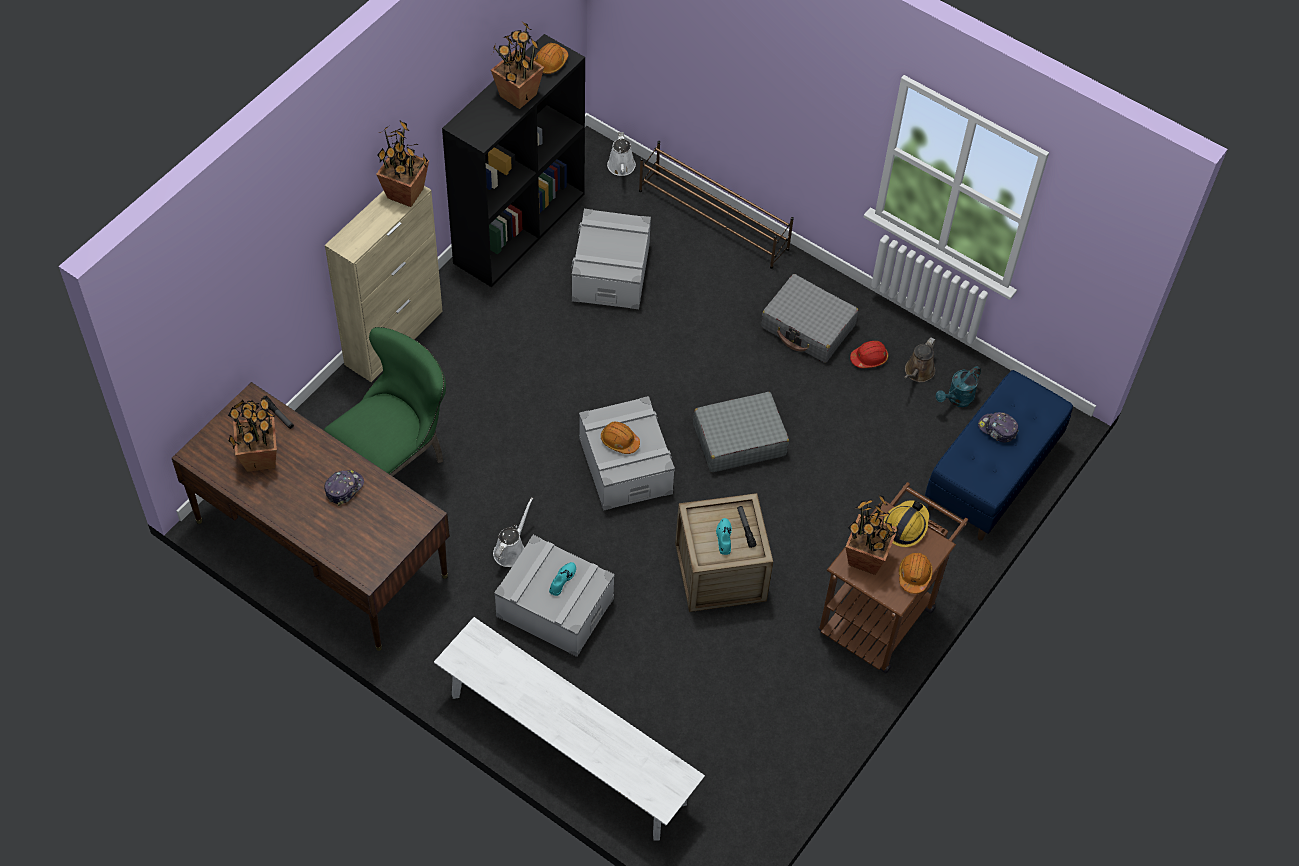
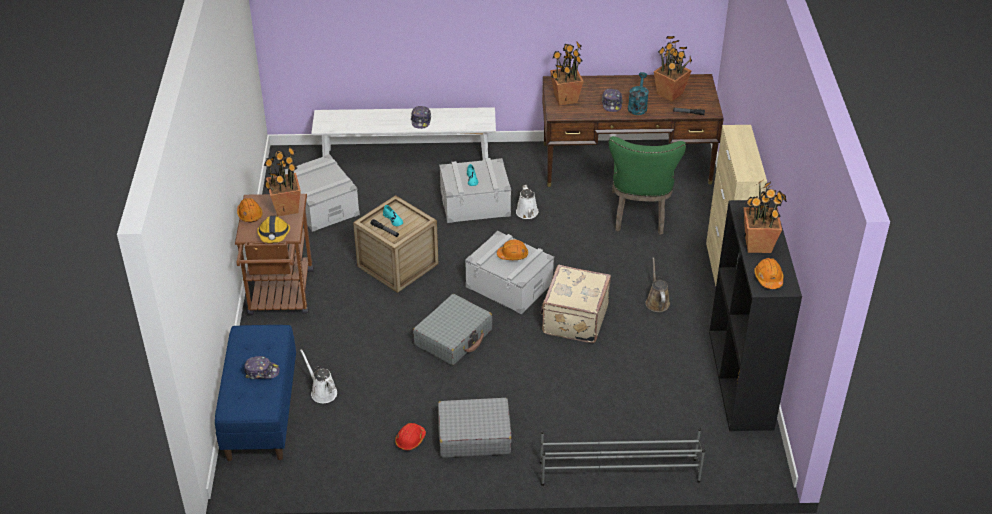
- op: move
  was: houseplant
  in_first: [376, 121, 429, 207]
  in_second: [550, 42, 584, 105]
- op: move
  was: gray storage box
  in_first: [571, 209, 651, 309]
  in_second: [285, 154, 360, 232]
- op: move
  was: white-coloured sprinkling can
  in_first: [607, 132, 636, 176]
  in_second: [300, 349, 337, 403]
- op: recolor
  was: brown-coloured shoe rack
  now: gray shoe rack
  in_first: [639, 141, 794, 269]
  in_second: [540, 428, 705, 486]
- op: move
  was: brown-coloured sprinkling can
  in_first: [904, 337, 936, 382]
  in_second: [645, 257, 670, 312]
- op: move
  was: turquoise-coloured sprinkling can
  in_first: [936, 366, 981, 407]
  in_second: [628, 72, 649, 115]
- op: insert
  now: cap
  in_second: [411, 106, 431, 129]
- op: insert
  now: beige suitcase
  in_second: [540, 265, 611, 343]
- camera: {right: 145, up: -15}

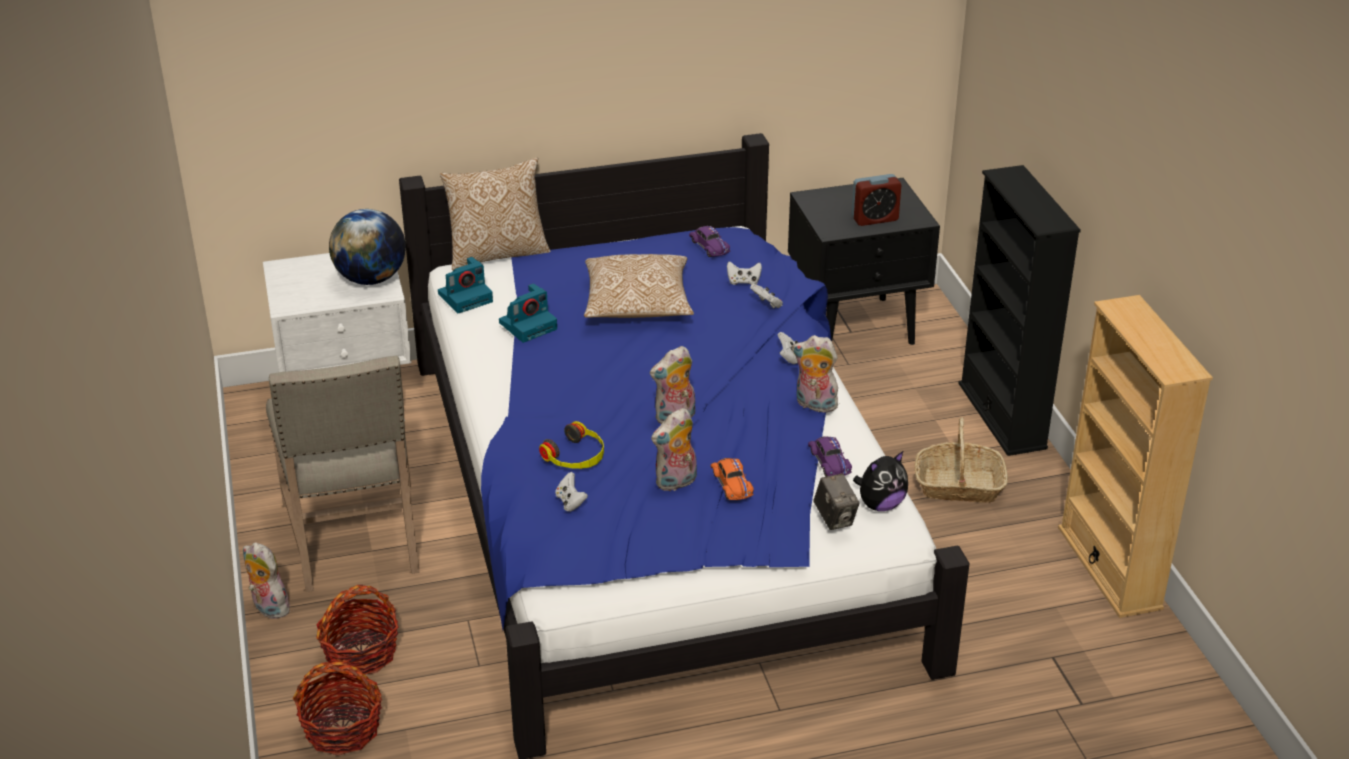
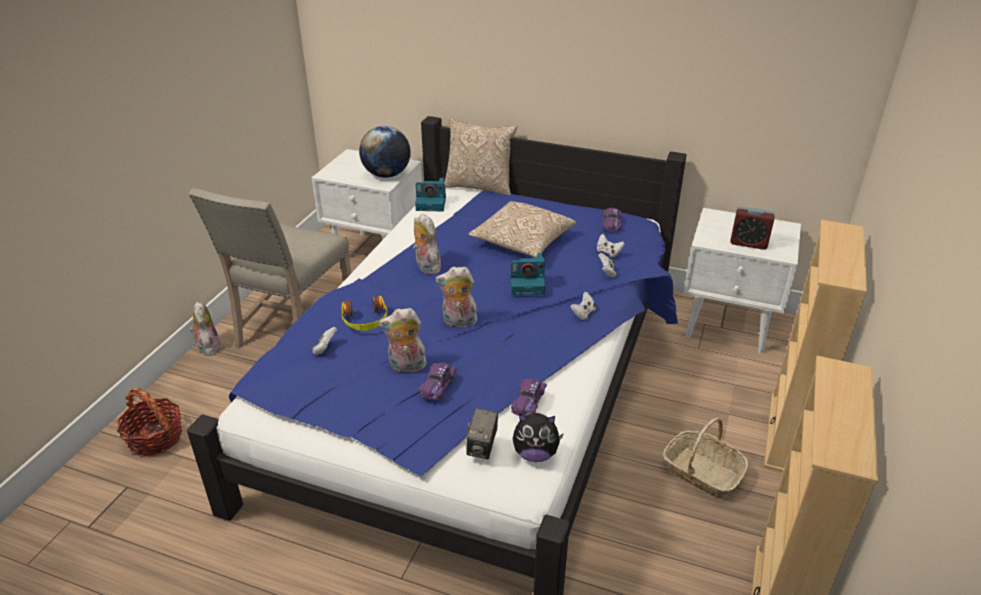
- op: delete
  was: storage basket
  in_first: [316, 585, 398, 677]
- op: move
  was: still camera
  in_first: [499, 284, 557, 343]
  in_second: [510, 253, 546, 295]
- op: recolor
  was: orange-coloured miniature car
  now: purplish miniature car
  in_first: [711, 458, 754, 500]
  in_second: [419, 363, 457, 400]
- op: recolor
  was: black-coloured nightstand
  now: white-coloured nightstand
  in_first: [788, 178, 940, 345]
  in_second: [683, 208, 801, 354]
- op: move
  was: soft toy
  in_first: [792, 335, 840, 413]
  in_second: [413, 213, 441, 275]
- op: recolor
  was: black-coloured bookcase
  now: beige bookcase
  in_first: [958, 165, 1081, 456]
  in_second: [764, 220, 867, 472]
- camera: {right: 35, up: 0}

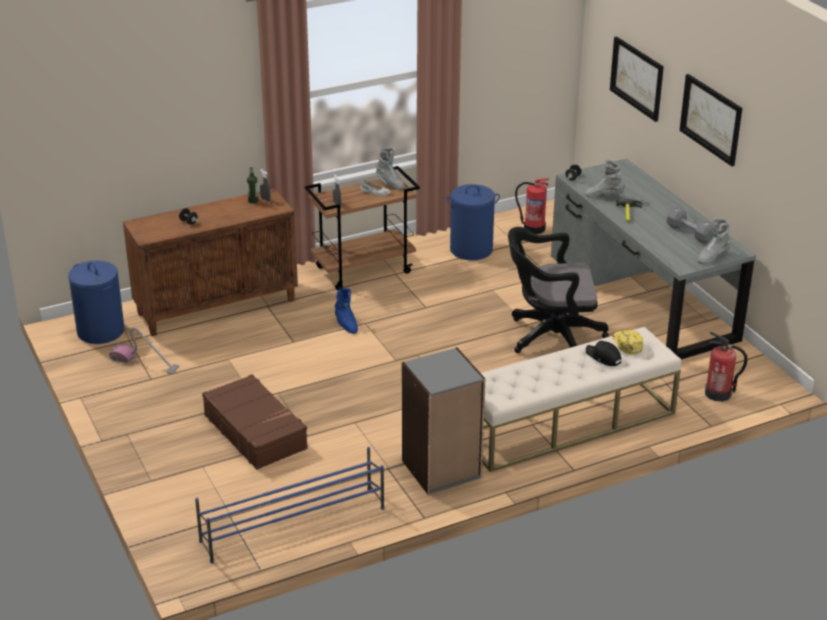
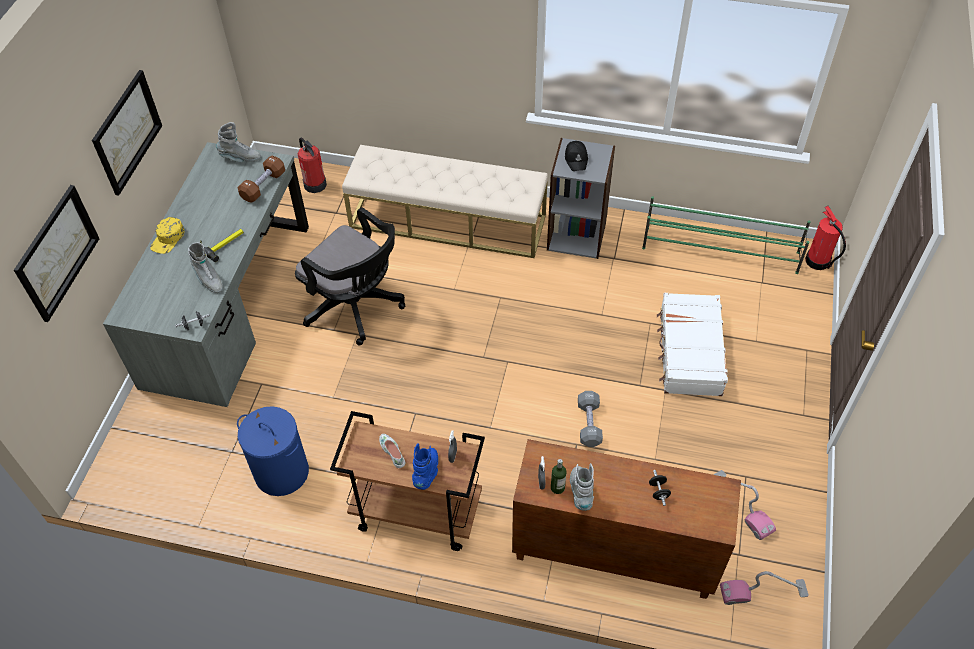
- op: replace
  was: blue hamper
  now: vacuum
  in_first: [68, 261, 124, 344]
  in_second: [720, 571, 809, 605]
- op: recolor
  was: blue shoe rack
  now: greenish shoe rack
  in_first: [195, 447, 384, 564]
  in_second: [642, 196, 811, 274]
- op: recolor
  was: brown-coloured suitcase
  now: white-coloured suitcase
  in_first: [202, 374, 308, 470]
  in_second: [657, 293, 728, 396]
- op: move
  was: blue tall boot
  in_first: [335, 288, 358, 334]
  in_second: [412, 443, 438, 490]
- op: move
  was: gray tall boot
  in_first: [376, 147, 405, 190]
  in_second: [570, 463, 594, 511]
- op: move
  was: extinguisher
  in_first: [515, 178, 549, 234]
  in_second: [805, 206, 846, 270]
- op: move
  was: black-coloured cap
  in_first: [586, 341, 621, 366]
  in_second: [565, 141, 588, 171]
- op: move
  was: yellow cap
  in_first: [612, 330, 643, 354]
  in_second: [150, 217, 184, 254]
- op: move
  was: gray hand weight
  in_first: [667, 207, 713, 244]
  in_second: [578, 391, 603, 447]
- op: insert
  now: brown-coloured hand weight
  in_second: [237, 156, 285, 203]
- camera: {right: -140, up: 20}

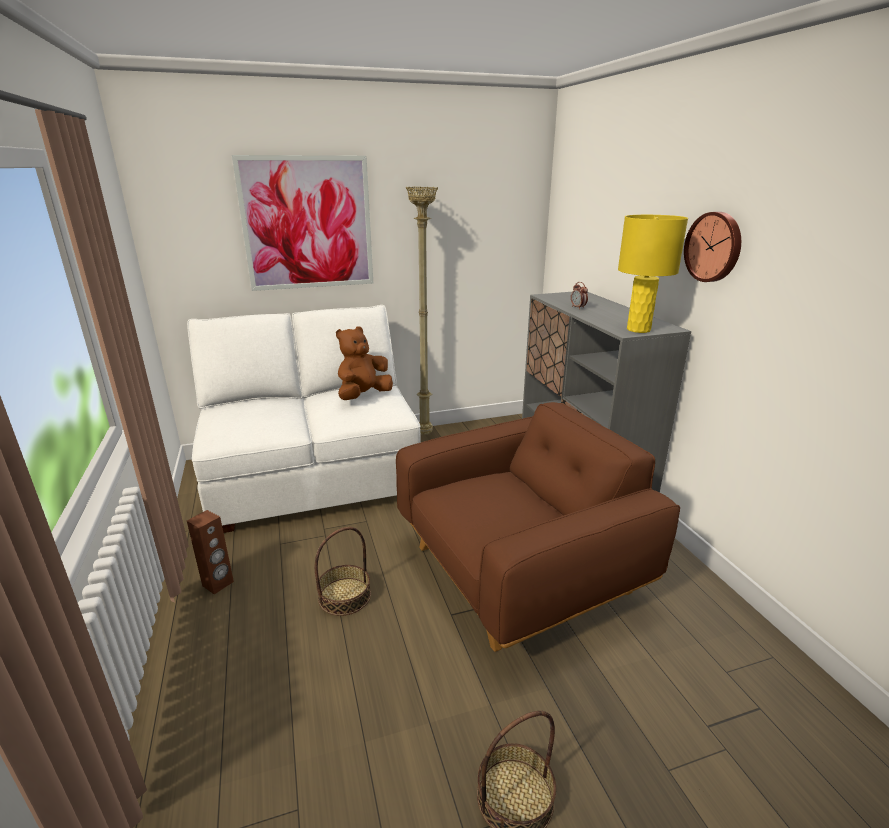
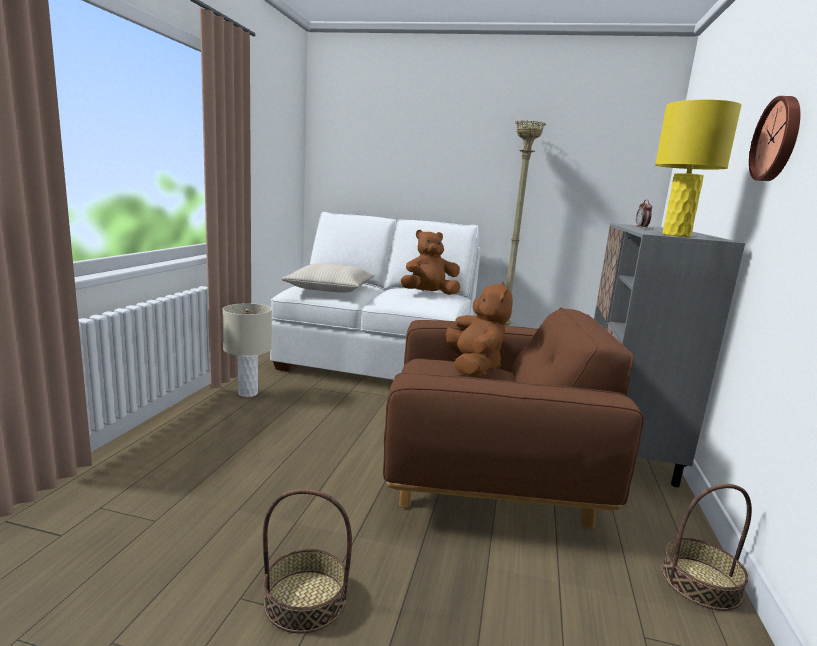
- op: replace
  was: brown-coloured loudspeaker
  now: beige table lamp
  in_first: [187, 510, 234, 595]
  in_second: [223, 303, 272, 397]
- op: delete
  was: wall picture
  in_first: [232, 155, 373, 291]
- op: move
  was: storage basket
  in_first: [315, 527, 371, 616]
  in_second: [662, 484, 752, 611]
- op: insert
  now: beige pillow
  in_second: [281, 263, 375, 293]
- op: insert
  now: brown-coloured soft toy
  in_second: [446, 282, 513, 377]
- camera: {right: 30, up: -10}

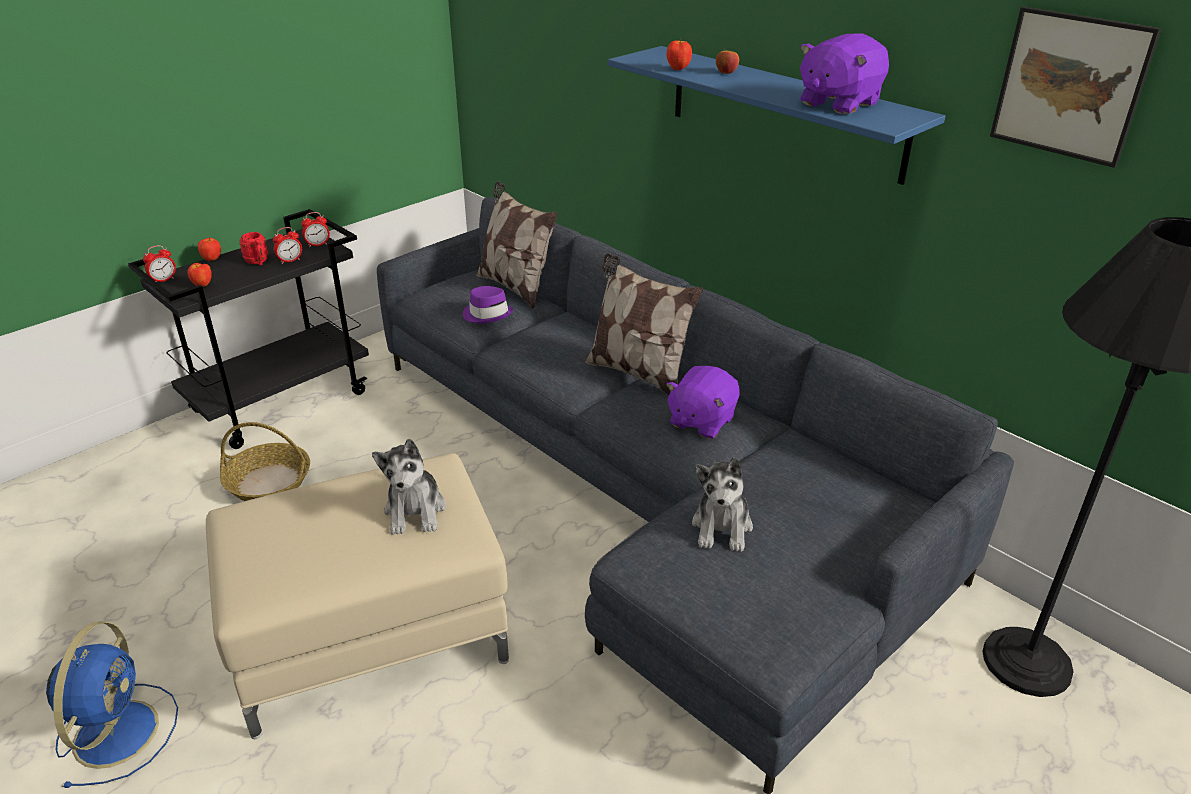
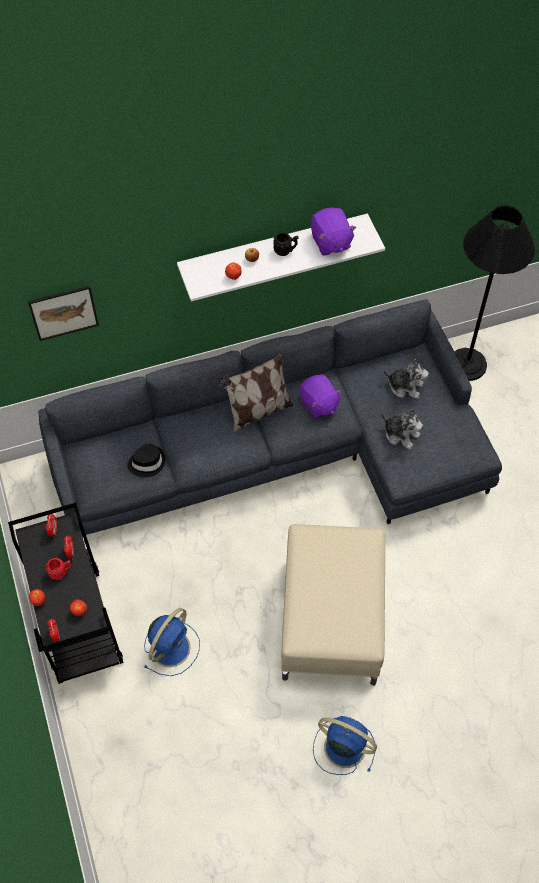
- op: replace
  was: storage basket
  now: blue fan
  in_first: [220, 422, 310, 501]
  in_second: [143, 608, 200, 676]
- op: move
  was: soft toy
  in_first: [372, 439, 446, 535]
  in_second: [383, 359, 429, 399]
- op: recolor
  was: purplish hat
  now: black-coloured hat
  in_first: [463, 286, 513, 324]
  in_second: [127, 443, 166, 477]
- op: delete
  was: pillow
  in_first: [477, 181, 557, 310]
- op: recolor
  was: blue wall shelf
  now: white-coloured wall shelf
  in_first: [608, 46, 946, 185]
  in_second: [177, 213, 385, 301]
- op: move
  was: wall picture
  in_first: [990, 6, 1161, 168]
  in_second: [28, 285, 99, 341]
- op: insert
  now: black-coloured mug
  in_second: [273, 232, 299, 256]
- camera: {right: -65, up: 25}

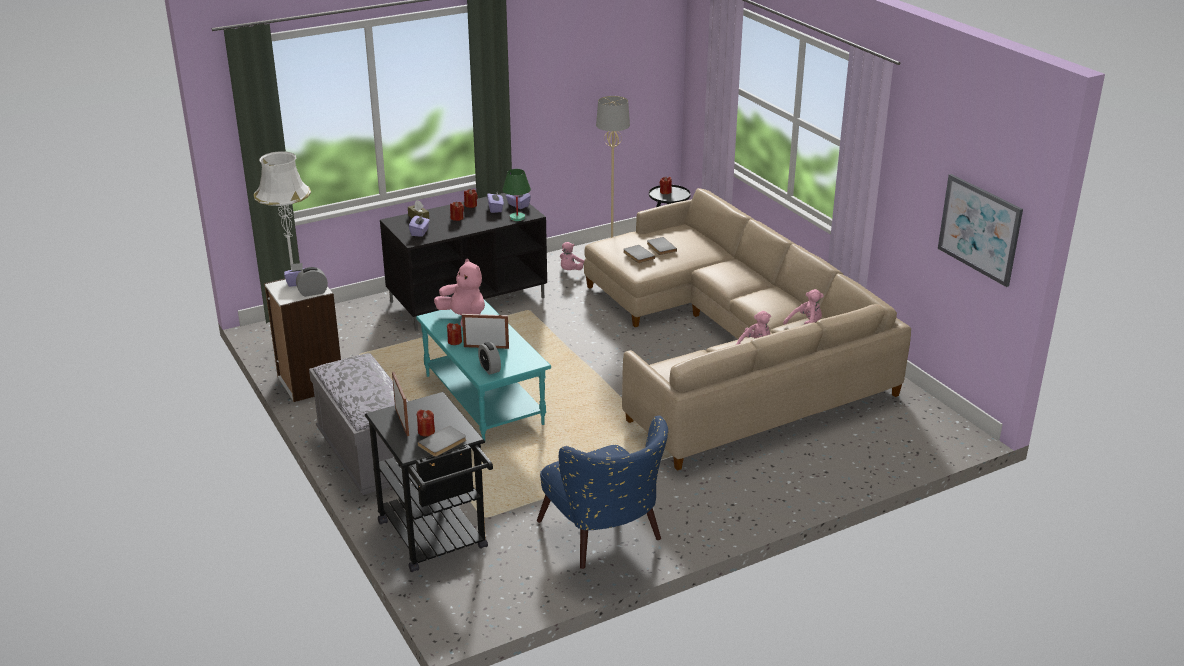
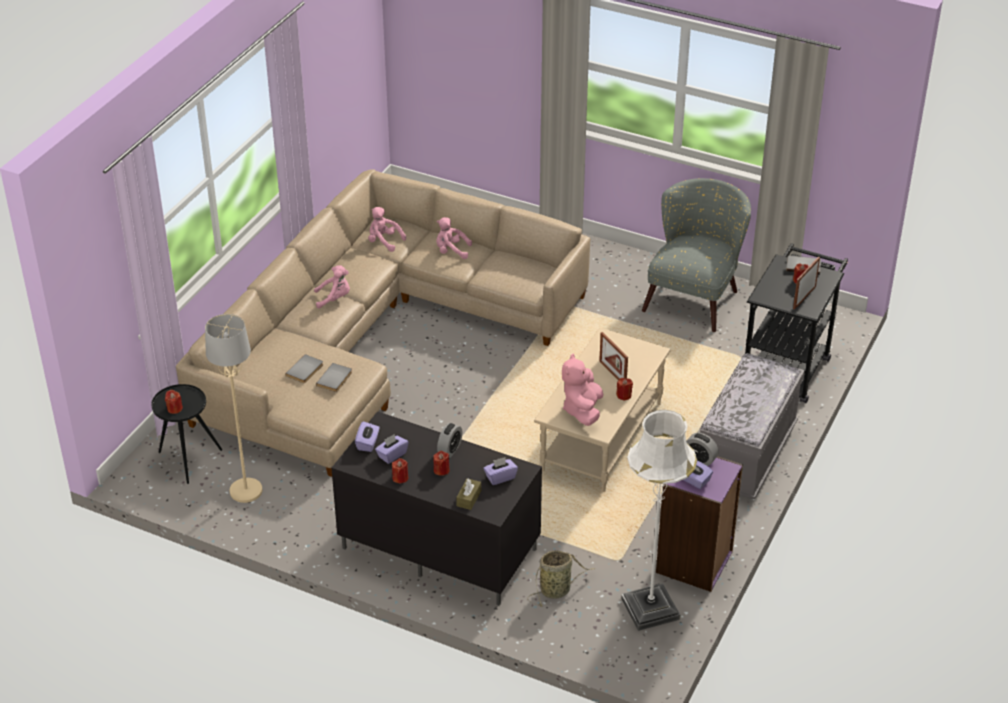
- op: recolor
  was: white-coloured bookcase
  now: purplish bookcase
  in_first: [264, 279, 341, 402]
  in_second: [656, 456, 743, 592]
- op: recolor
  was: turquoise-coloured coffee table
  now: beige coffee table
  in_first: [416, 300, 551, 440]
  in_second: [534, 328, 671, 492]
- op: move
  was: table clock
  in_first: [478, 342, 501, 375]
  in_second: [437, 423, 462, 458]
- op: delete
  was: greenish table lamp
  in_first: [502, 169, 531, 221]
- op: recolor
  was: blue lounge chair
  now: gray lounge chair
  in_first: [537, 416, 668, 569]
  in_second: [642, 178, 751, 332]
- op: move
  was: pink soft toy
  in_first: [560, 242, 584, 270]
  in_second: [314, 265, 350, 308]
- op: delete
  was: wall picture
  in_first: [938, 174, 1023, 287]
- op: insert
  now: storage basket
  in_second: [527, 550, 595, 607]
- camera: {right: -125, up: 10}

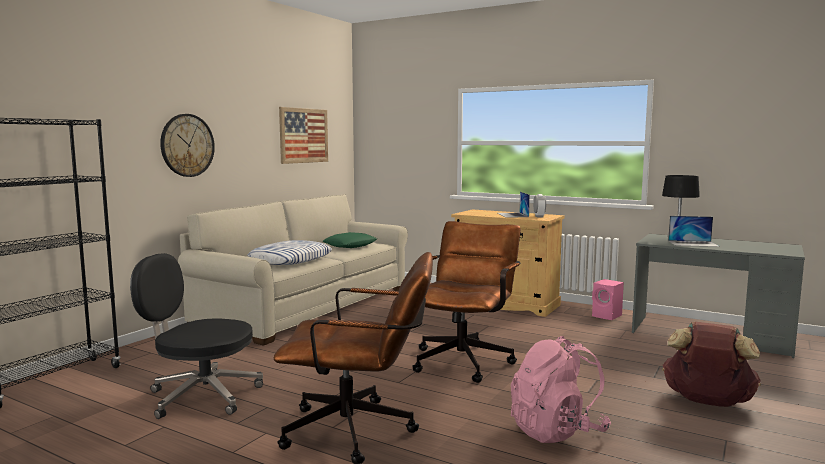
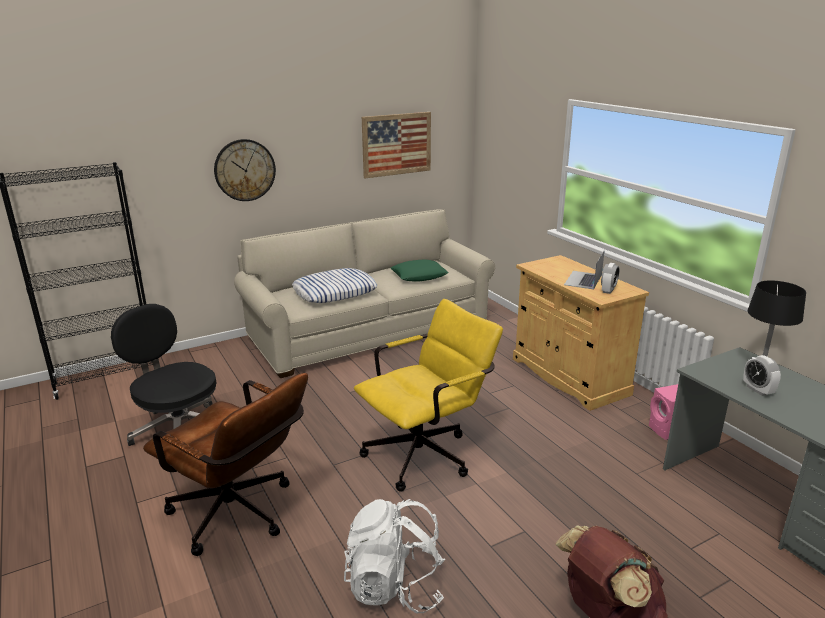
- op: recolor
  was: brown-coloured computer chair
  now: yellow computer chair
  in_first: [412, 221, 521, 383]
  in_second: [354, 299, 503, 492]
- op: recolor
  was: pink rucksack
  now: white-coloured rucksack
  in_first: [511, 336, 611, 443]
  in_second: [344, 499, 445, 613]
- op: replace
  was: notebook computer
  now: table clock
  in_first: [668, 216, 720, 247]
  in_second: [743, 355, 781, 396]
- camera: {right: 30, up: 15}

